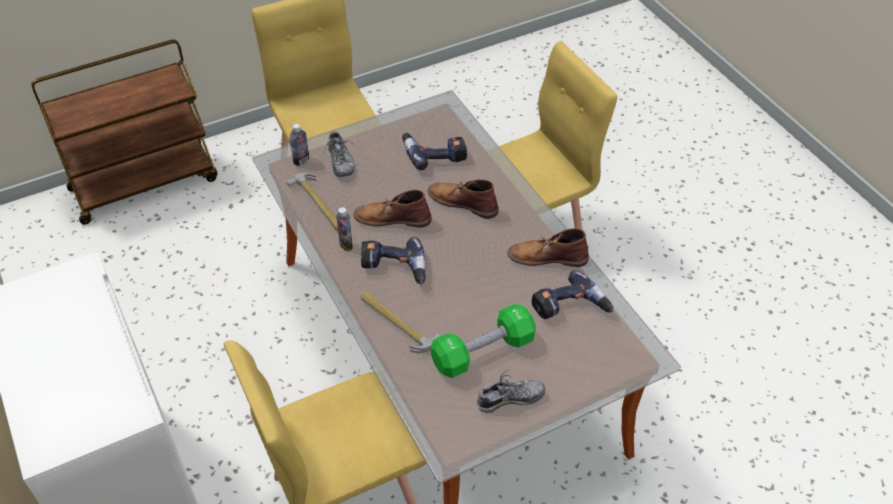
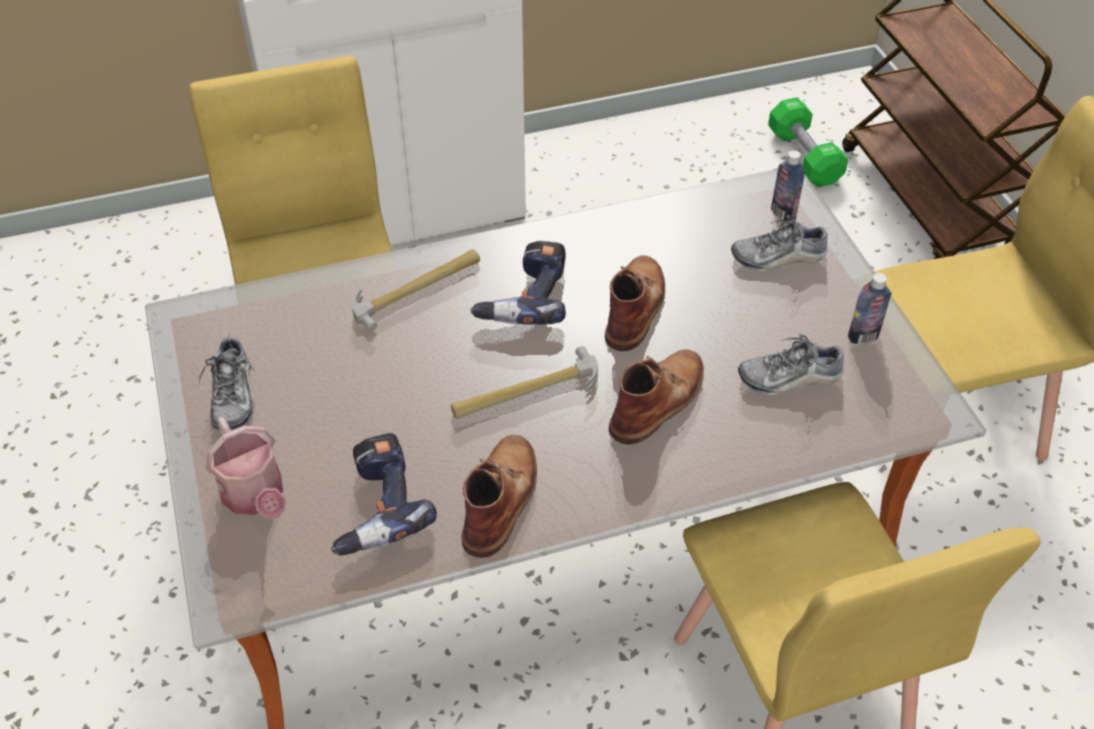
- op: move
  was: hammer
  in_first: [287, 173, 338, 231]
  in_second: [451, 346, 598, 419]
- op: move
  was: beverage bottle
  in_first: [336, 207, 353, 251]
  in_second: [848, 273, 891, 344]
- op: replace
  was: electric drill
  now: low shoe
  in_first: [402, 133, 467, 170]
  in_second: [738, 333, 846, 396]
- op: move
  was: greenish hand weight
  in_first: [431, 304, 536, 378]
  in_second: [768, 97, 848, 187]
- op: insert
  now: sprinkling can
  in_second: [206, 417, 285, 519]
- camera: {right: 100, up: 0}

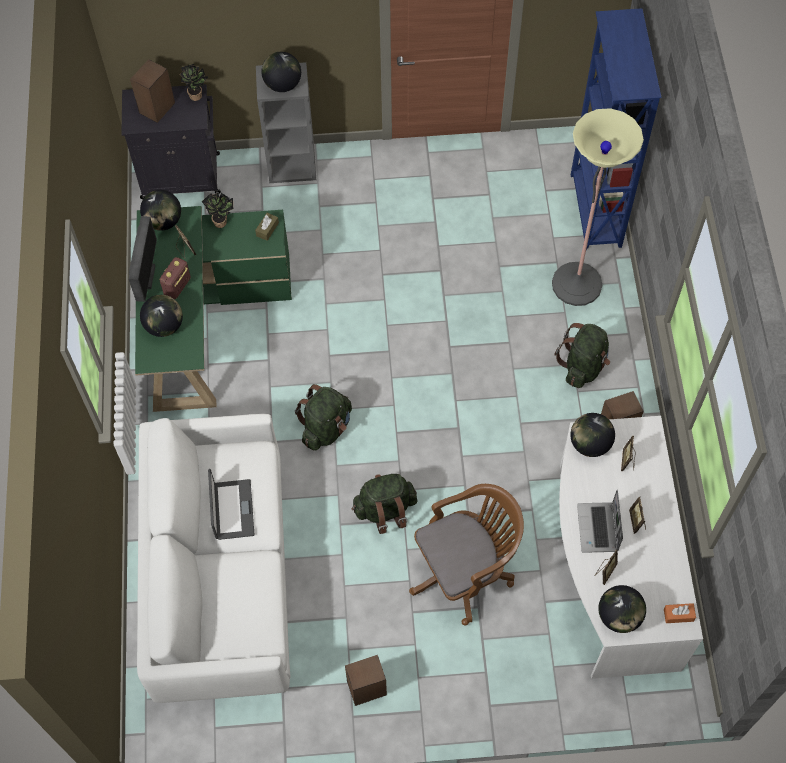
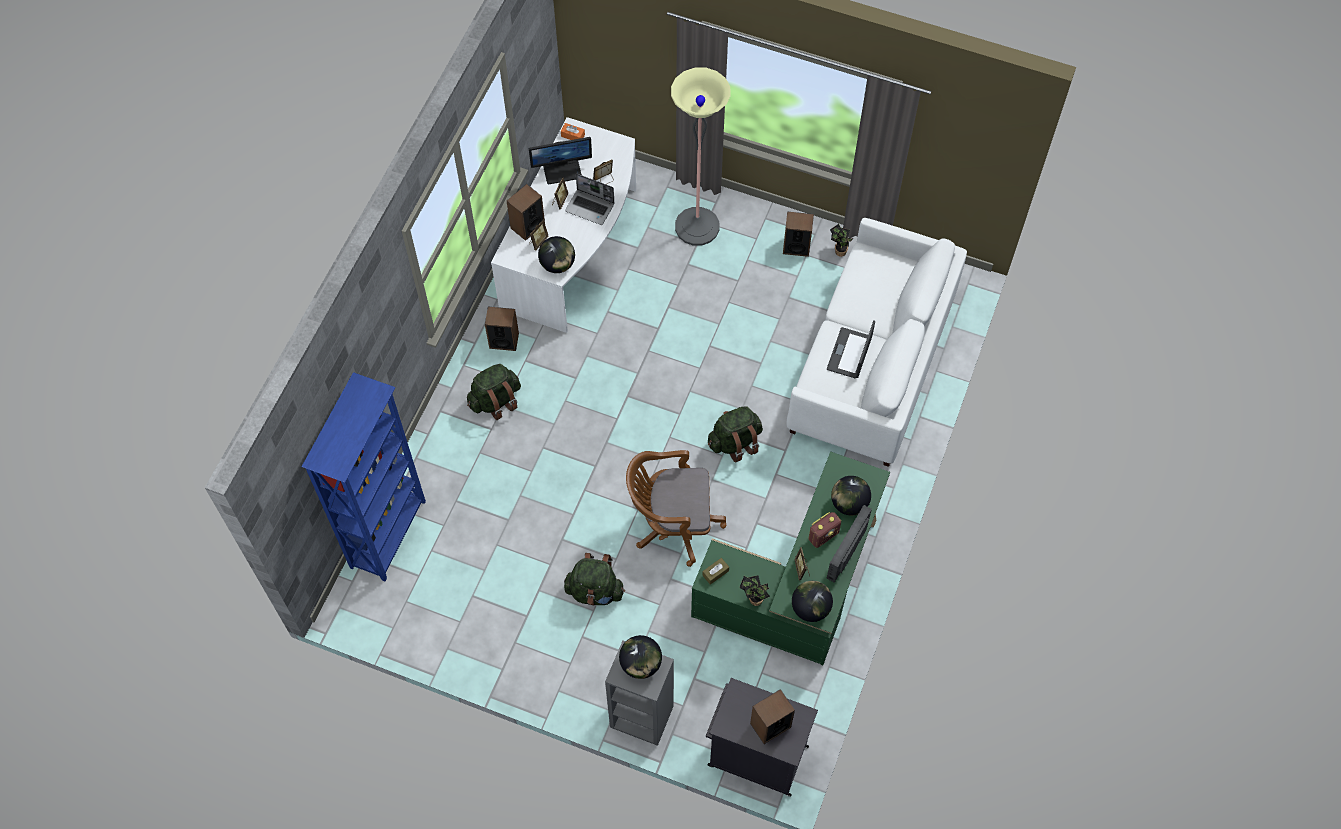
- op: move
  was: houseplant
  in_first: [180, 64, 209, 101]
  in_second: [830, 224, 853, 257]
- op: move
  was: greenish rucksack
  in_first: [352, 474, 417, 534]
  in_second: [564, 553, 625, 605]
- op: move
  was: brown-coloured computer chair
  in_first: [409, 484, 524, 626]
  in_second: [626, 450, 727, 567]
- op: move
  was: standing lamp
  in_first: [552, 108, 644, 306]
  in_second: [671, 68, 731, 246]
- op: rotate
  was: notebook computer
  in_first: [577, 490, 623, 553]
  in_second: [565, 174, 614, 225]
  clockwise: 90
- op: delete
  was: world globe
  in_first: [598, 585, 646, 633]
- op: insert
  now: loudspeaker
  in_second: [507, 184, 545, 241]
- op: insert
  now: monitor
  in_second: [529, 137, 592, 185]
- camera: {right: -155, up: 0}

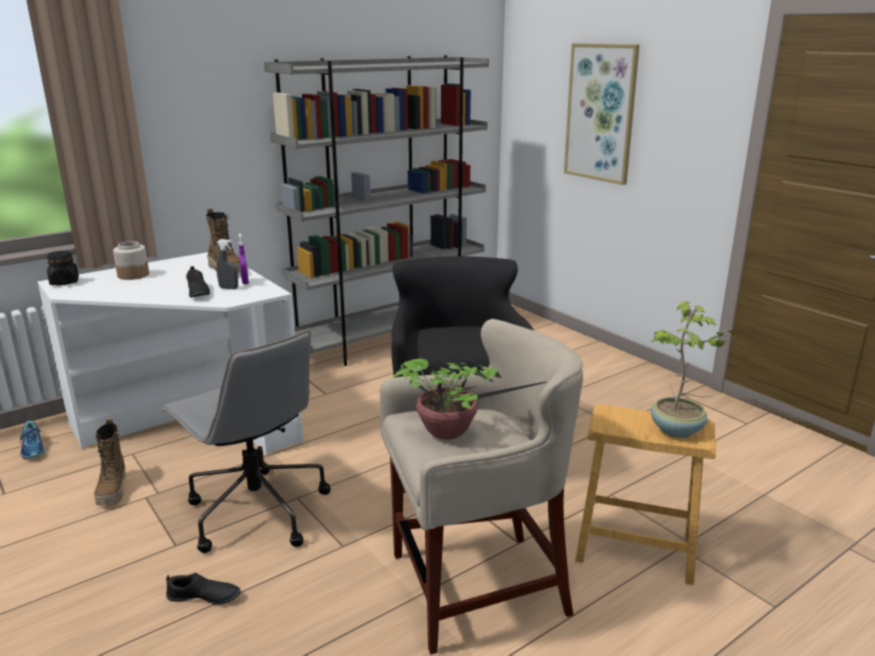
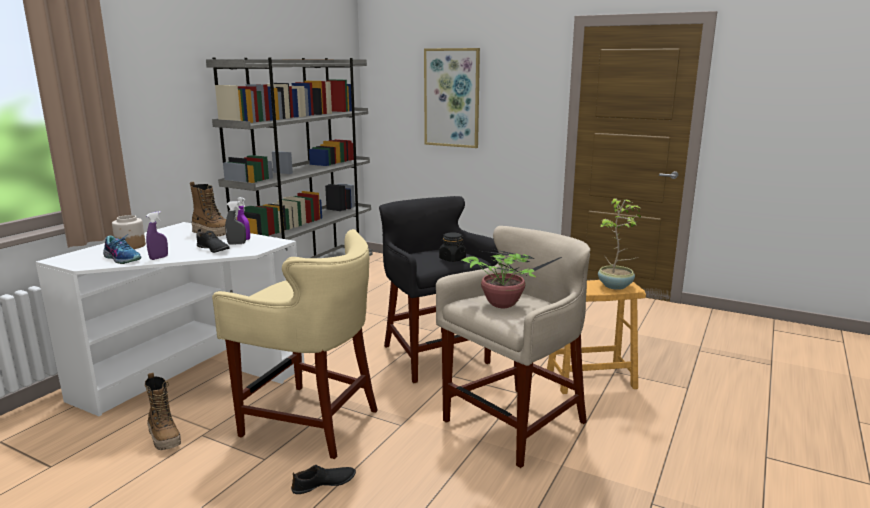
- op: move
  was: low shoe
  in_first: [20, 421, 45, 459]
  in_second: [103, 234, 141, 264]
- op: move
  was: black-coloured storage jar
  in_first: [47, 251, 79, 285]
  in_second: [439, 232, 466, 262]
- op: replace
  was: gray computer chair
  now: beige stool
  in_first: [162, 330, 330, 553]
  in_second: [212, 229, 378, 459]
- op: insert
  now: purplish sprayer
  in_second: [146, 211, 168, 260]
- camera: {right: -25, up: -5}

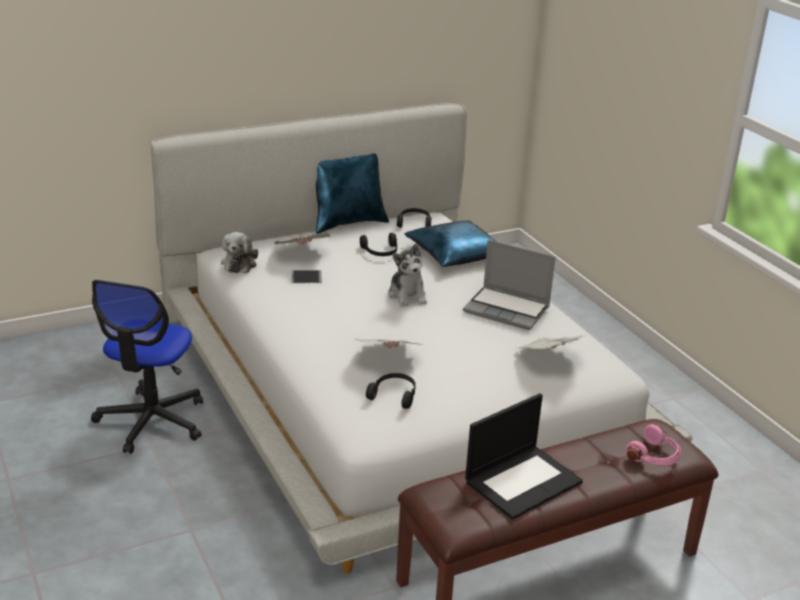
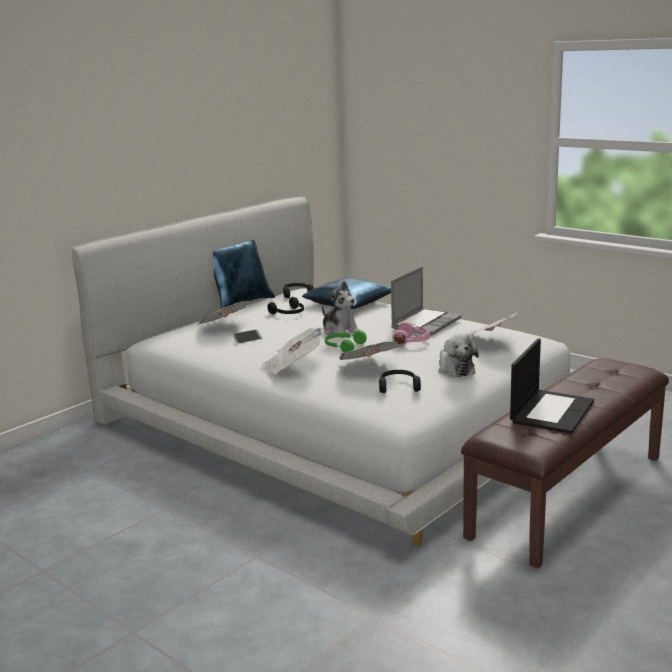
- op: delete
  was: computer chair
  in_first: [91, 280, 203, 454]
- op: move
  was: soft toy
  in_first: [221, 232, 258, 273]
  in_second: [439, 333, 479, 377]
- op: rotate
  was: notebook computer
  in_first: [463, 240, 556, 330]
  in_second: [391, 266, 462, 335]
  clockwise: -60
- op: move
  was: pink headset
  in_first: [626, 424, 681, 465]
  in_second: [392, 322, 430, 346]
- op: insert
  now: newspaper
  in_second: [261, 328, 325, 373]
- op: insert
  now: greenish headset
  in_second: [325, 330, 367, 352]
- camera: {right: -20, up: -10}

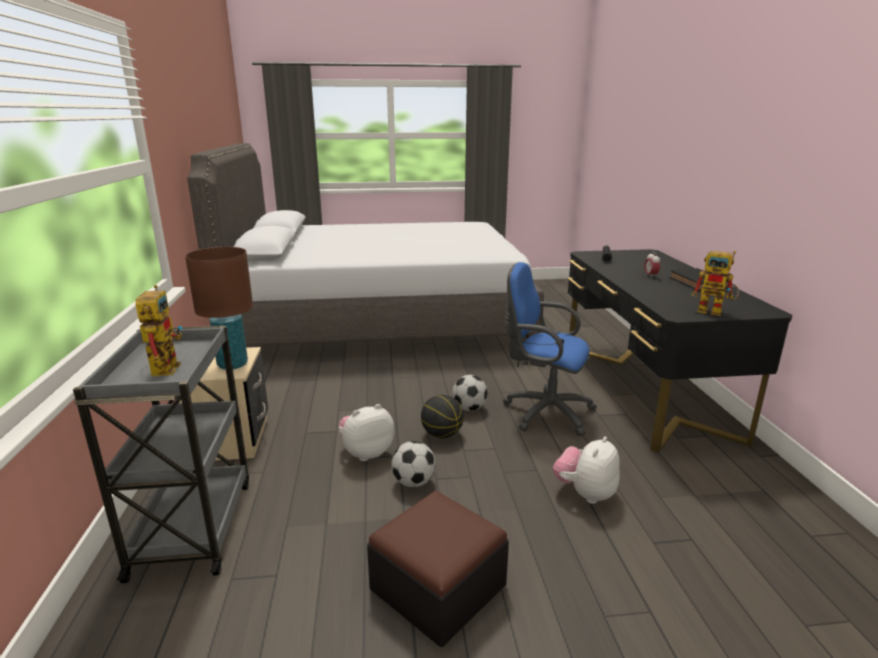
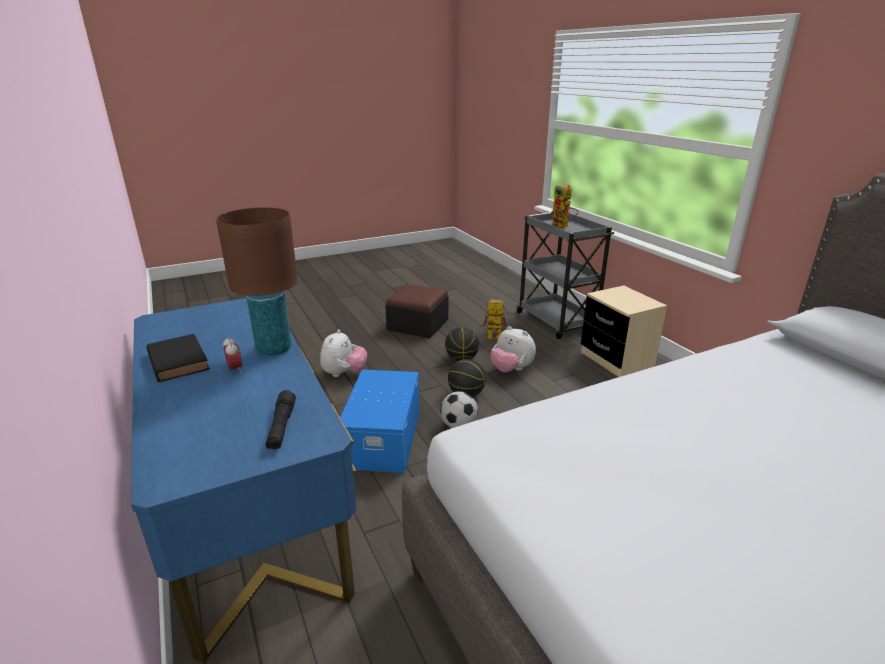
- op: move
  was: brown-coloured table lamp
  in_first: [185, 247, 253, 370]
  in_second: [216, 207, 298, 356]
- op: rotate
  was: soft toy
  in_first: [339, 404, 394, 461]
  in_second: [490, 326, 536, 372]
  clockwise: 90
- op: replace
  was: football ball
  now: basketball ball
  in_first: [391, 441, 435, 487]
  in_second: [445, 327, 479, 361]
- op: replace
  was: blue computer chair
  now: blue storage box
  in_first: [503, 262, 597, 436]
  in_second: [340, 369, 420, 473]
- op: recolor
  was: black-coloured desk table
  now: blue desk table
  in_first: [568, 249, 793, 453]
  in_second: [131, 298, 357, 663]
- op: move
  was: toy robot
  in_first: [691, 251, 739, 316]
  in_second: [479, 299, 507, 339]
- camera: {right: 160, up: 5}

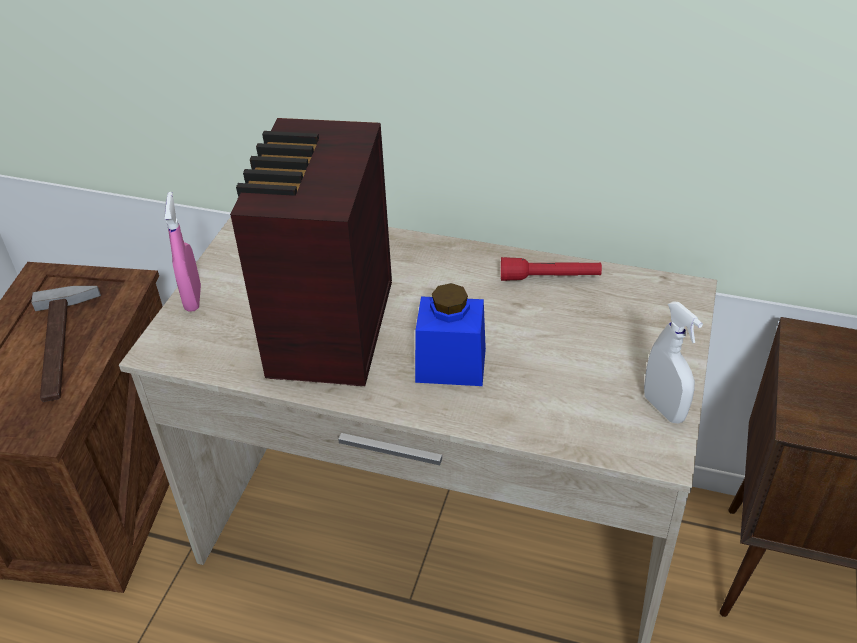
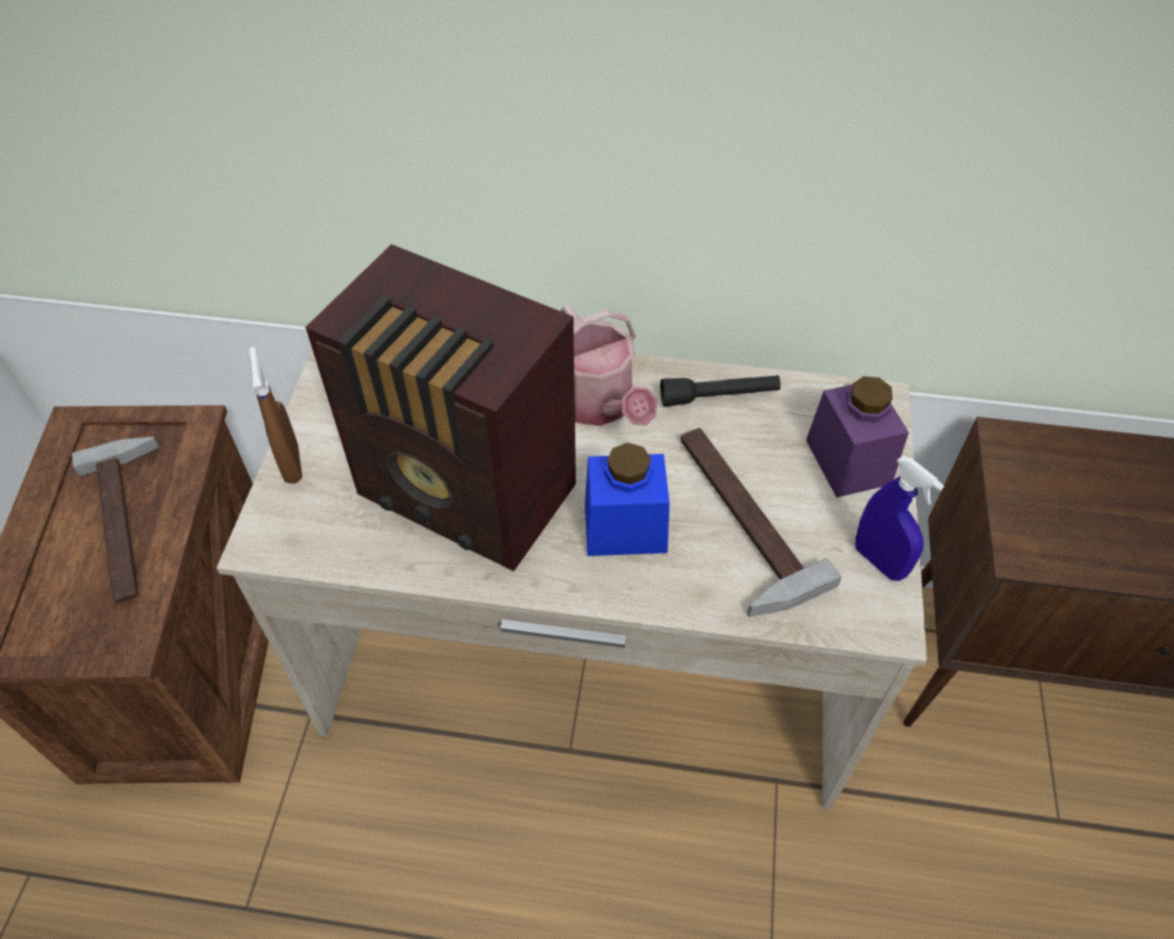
- op: recolor
  was: pink sprayer
  now: brown-coloured sprayer
  in_first: [165, 192, 201, 312]
  in_second: [249, 347, 302, 484]
- op: rotate
  was: radio receiver
  in_first: [230, 118, 392, 386]
  in_second: [305, 244, 576, 571]
  clockwise: -60
- op: recolor
  was: reddish flashlight
  now: black-coloured flashlight
  in_first: [501, 257, 602, 281]
  in_second: [660, 375, 781, 407]
- op: recolor
  was: white-coloured sprayer
  now: blue sprayer
  in_first: [644, 301, 703, 424]
  in_second: [855, 456, 944, 581]
- op: insert
  now: sprinkling can
  in_second: [560, 305, 658, 426]
- op: insert
  now: hammer
  in_second: [681, 428, 842, 617]
- op: insert
  now: purplish storage jar
  in_second: [806, 376, 909, 498]
- camera: {right: -10, up: 10}

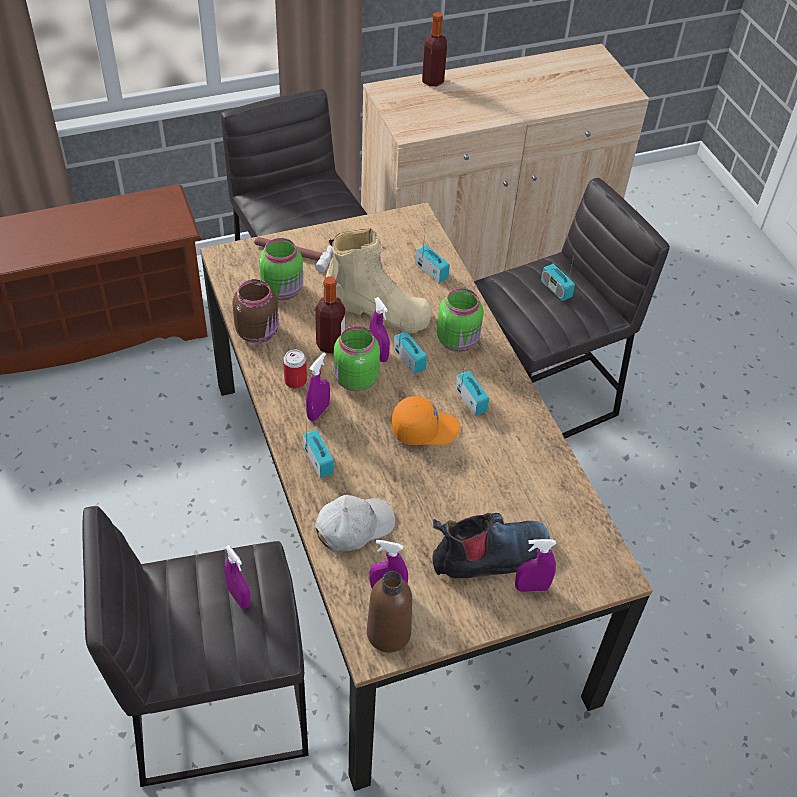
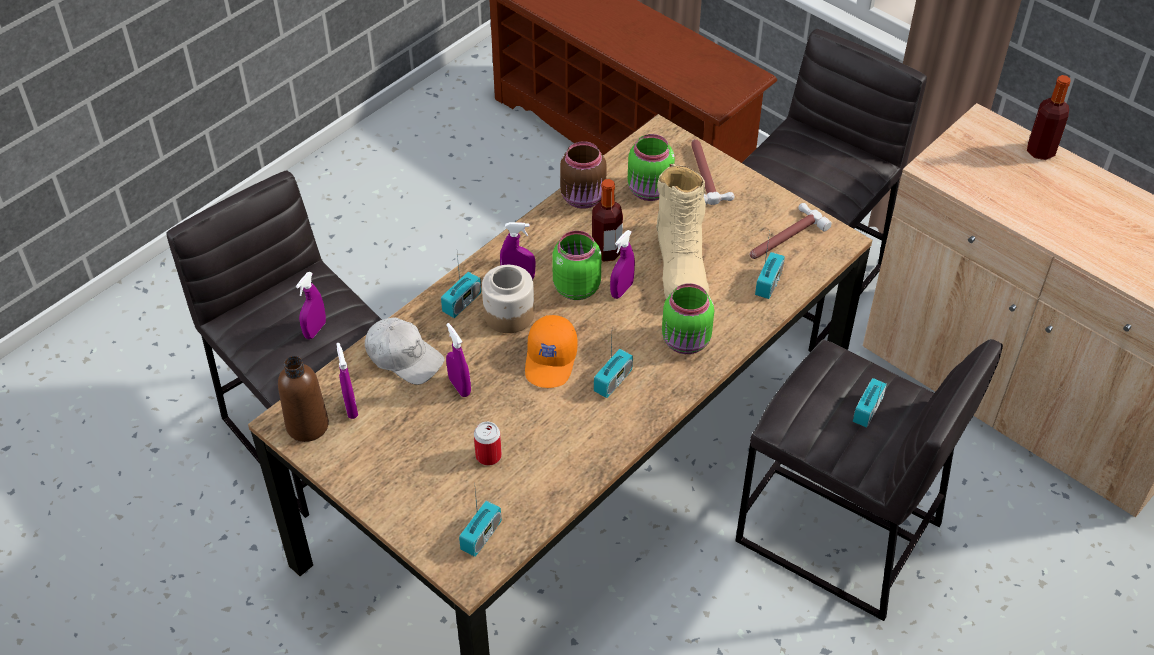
- op: move
  was: can
  in_first: [283, 350, 307, 389]
  in_second: [474, 422, 502, 466]
- op: rotate
  was: orange-coloured cap
  in_first: [391, 396, 460, 445]
  in_second: [525, 315, 578, 388]
  clockwise: 45
- op: move
  was: radio receiver
  in_first: [393, 326, 427, 374]
  in_second: [459, 490, 502, 557]
- op: delete
  was: tall boot
  in_first: [432, 513, 550, 578]
- op: move
  was: purplish sprayer
  in_first: [515, 539, 556, 592]
  in_second: [446, 323, 471, 397]
- op: insert
  now: storage jar
  in_second: [482, 265, 534, 333]
- op: insert
  now: hammer
  in_second: [750, 203, 832, 259]
- camera: {right: 65, up: 0}

